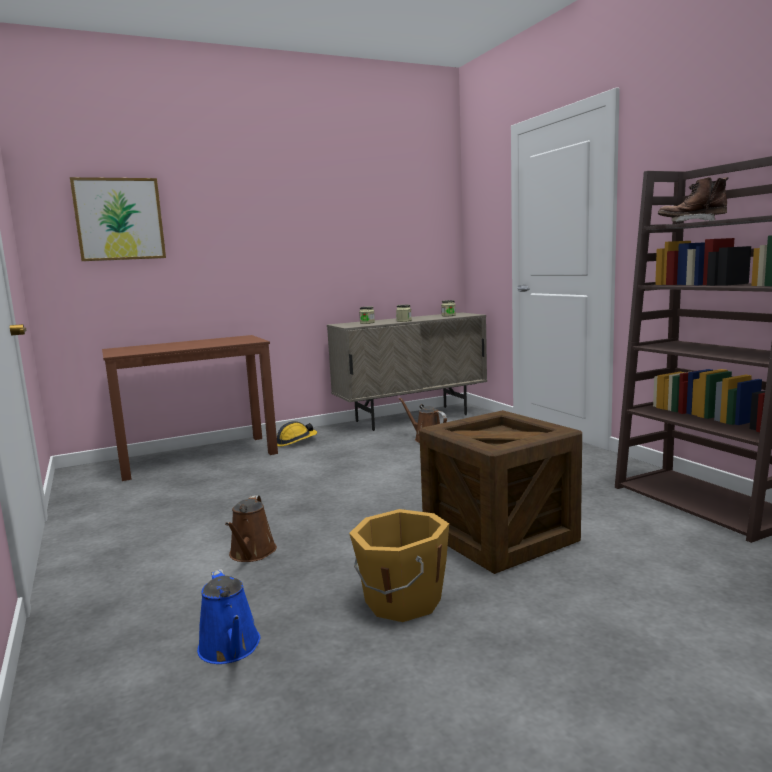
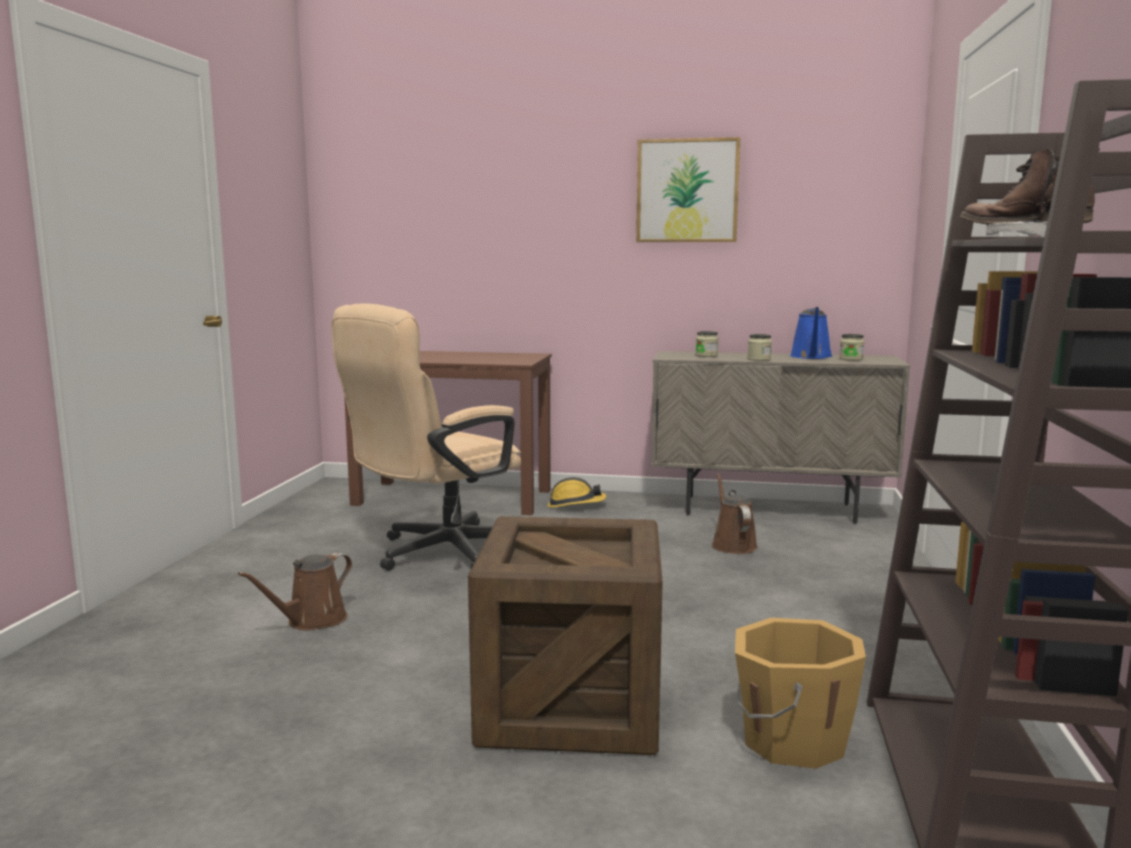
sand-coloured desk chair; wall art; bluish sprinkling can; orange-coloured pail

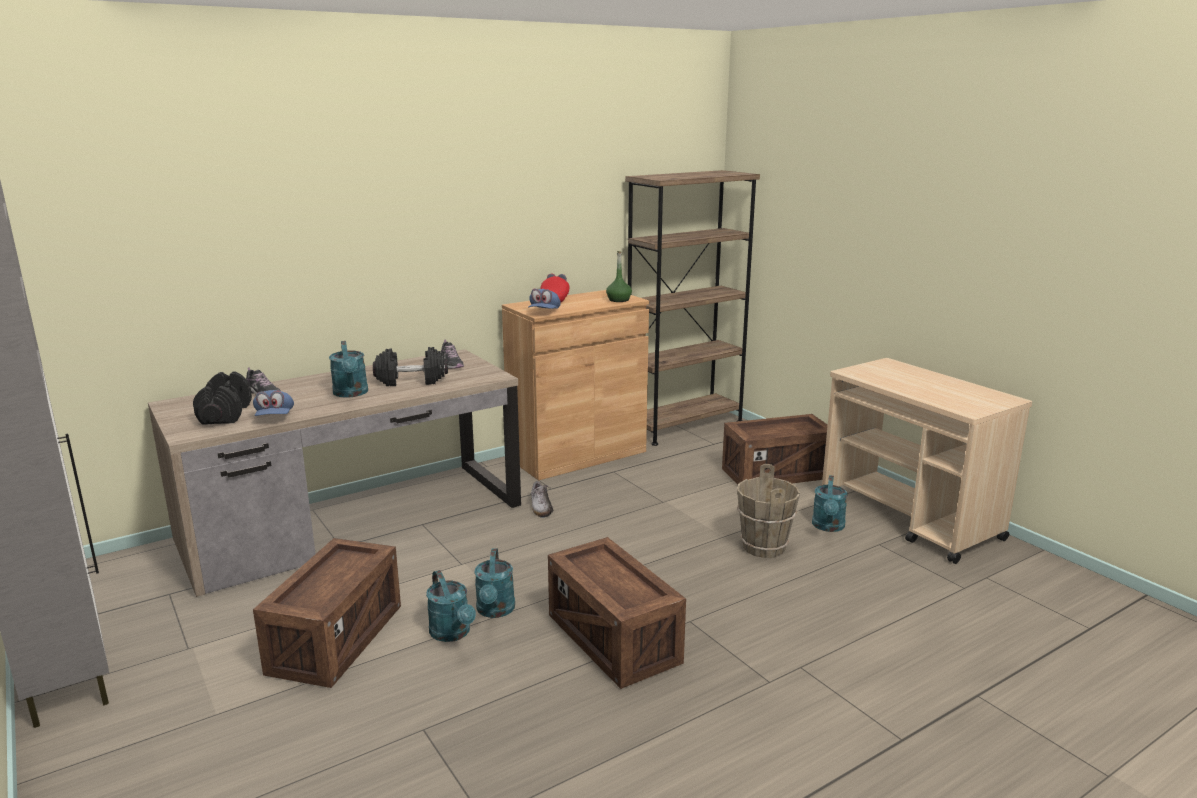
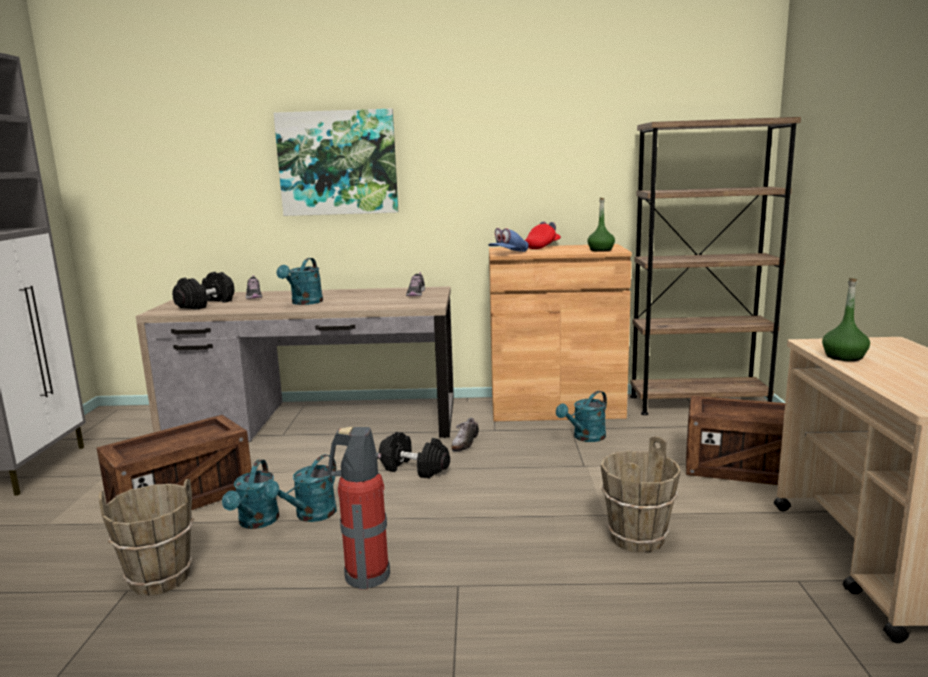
bluish baseball cap (no. 1 from left in the first image); brown pail (no. 1 from left); wall art; green bottle (no. 2 from left); black-coloured hand weight (no. 2 from left); blue-green sprinkling can (no. 4 from left); fire extinguisher

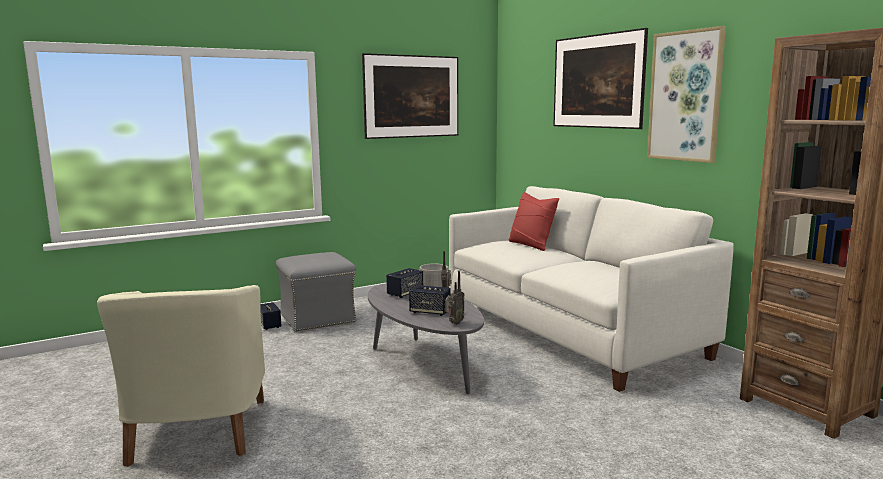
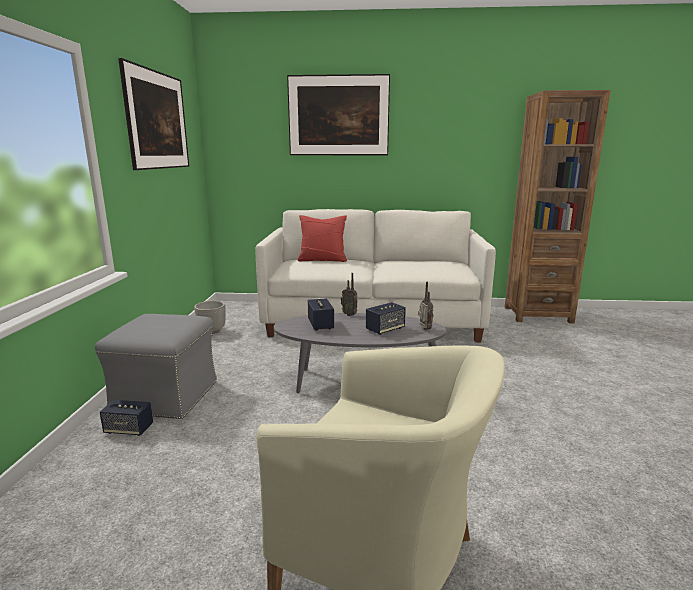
wall art (no. 3 from left in the first image)

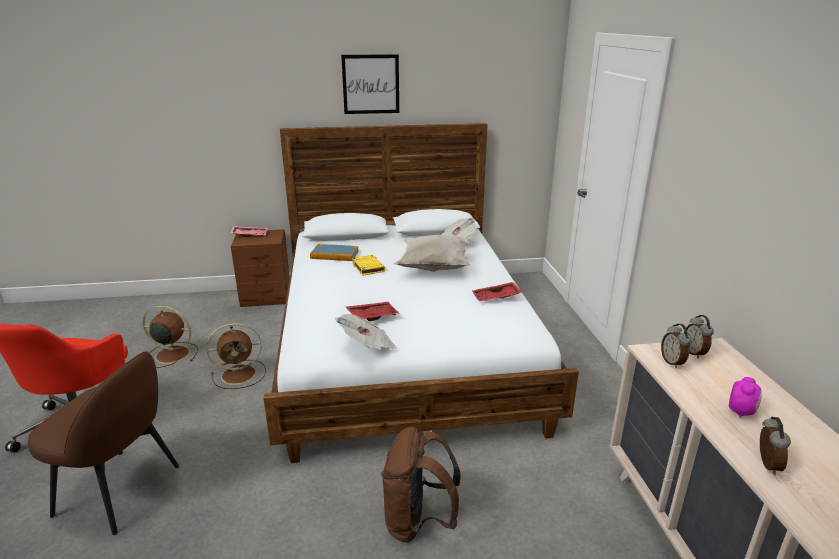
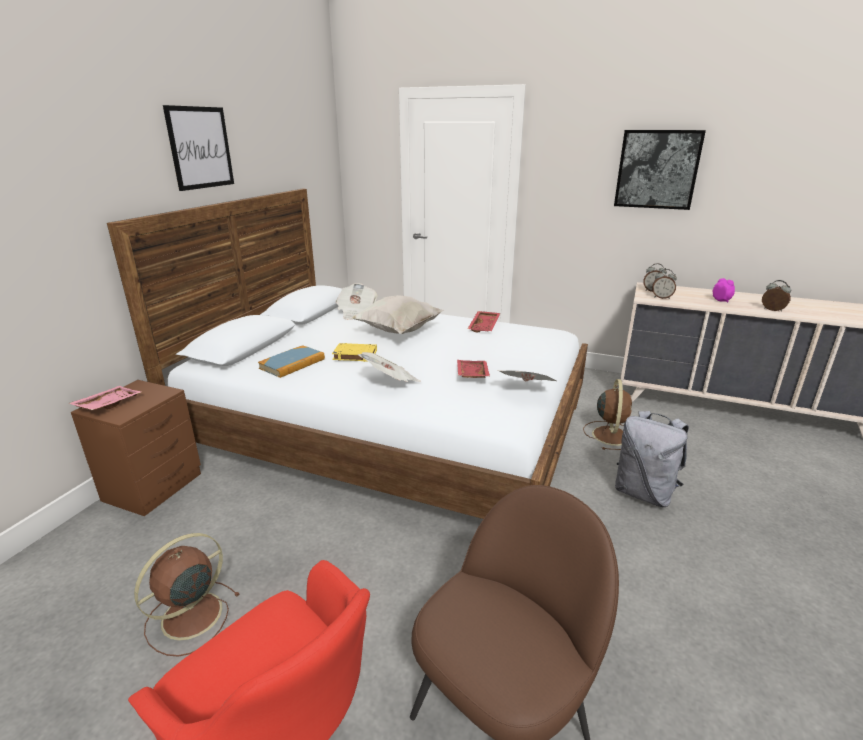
daily paper (no. 2 from left); wall art (no. 2 from left); brown cooling fan (no. 2 from left); gray backpack

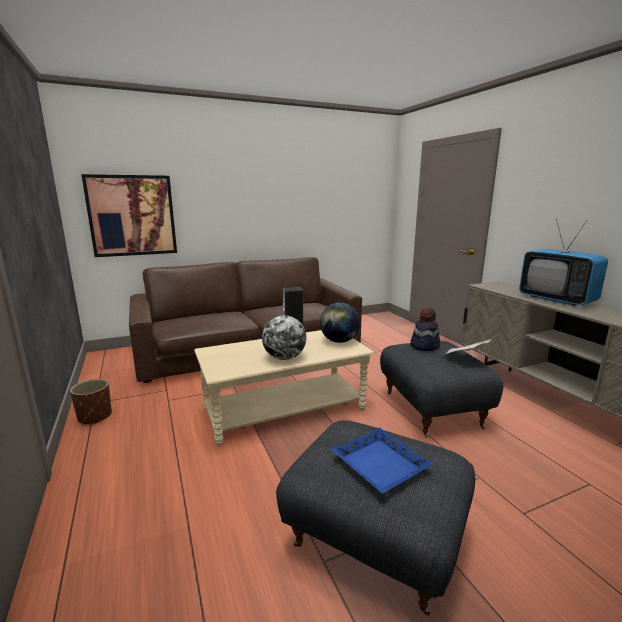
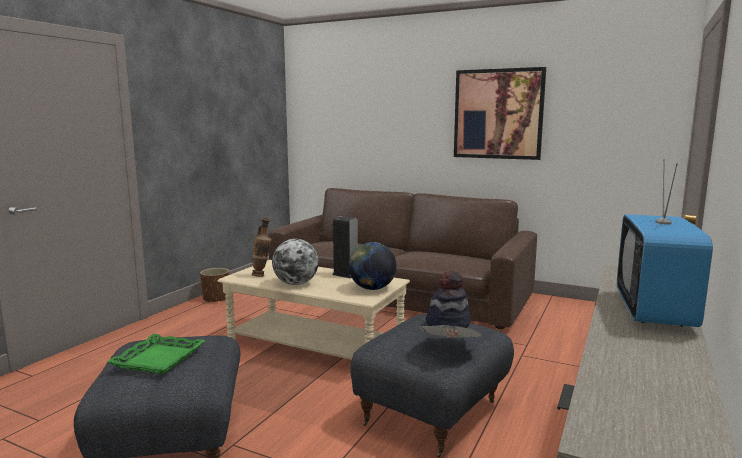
vase; wall art; green carrying tray

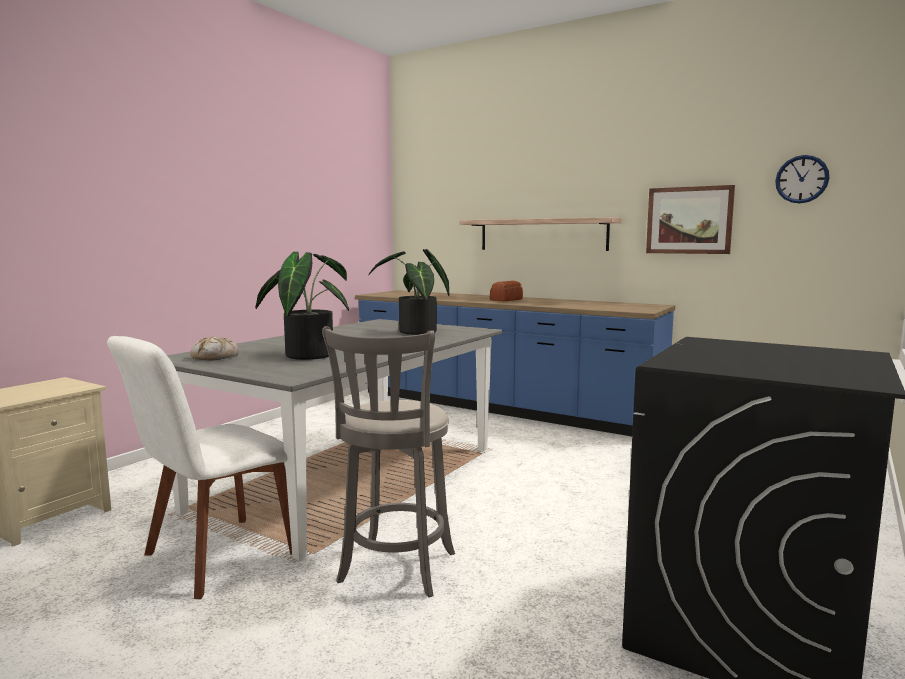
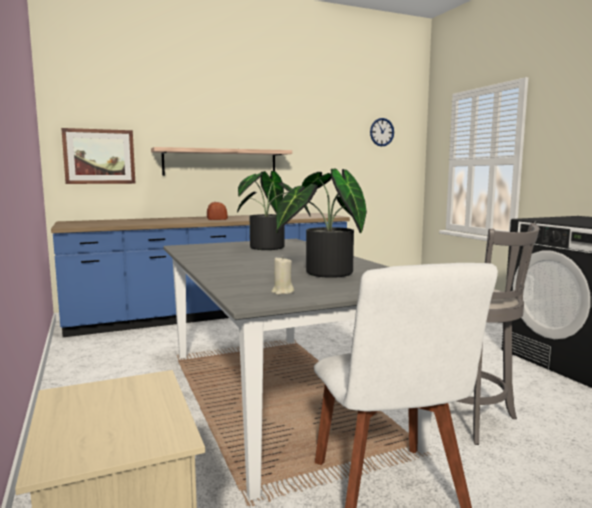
wall art; sand-coloured wax light

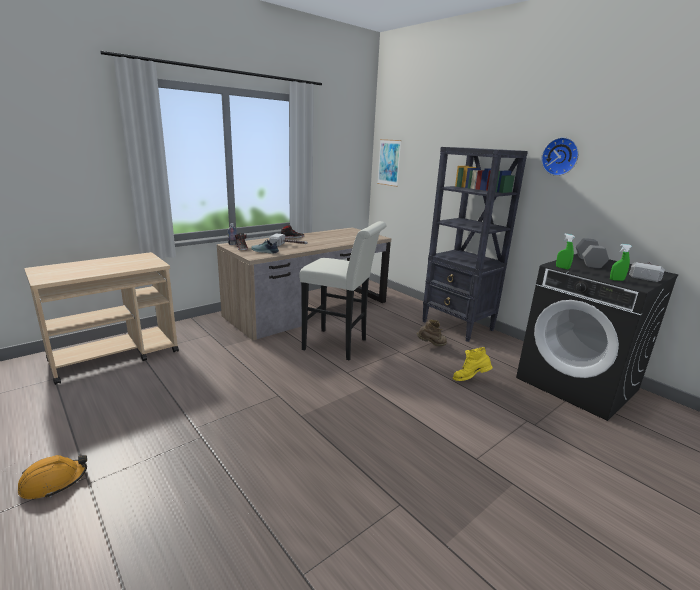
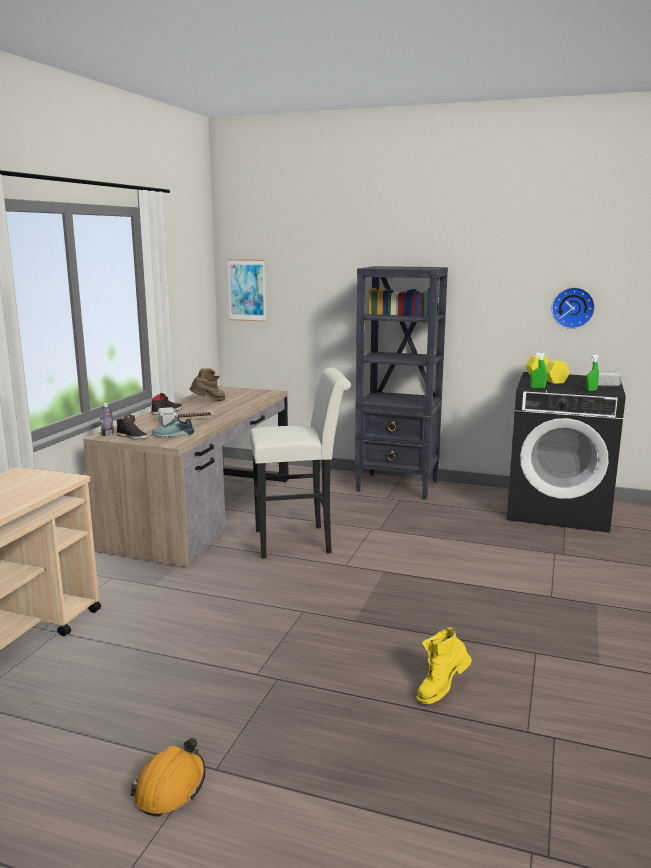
brown high-top boot; yellow high-top boot; hanging clock; yellow hand weight

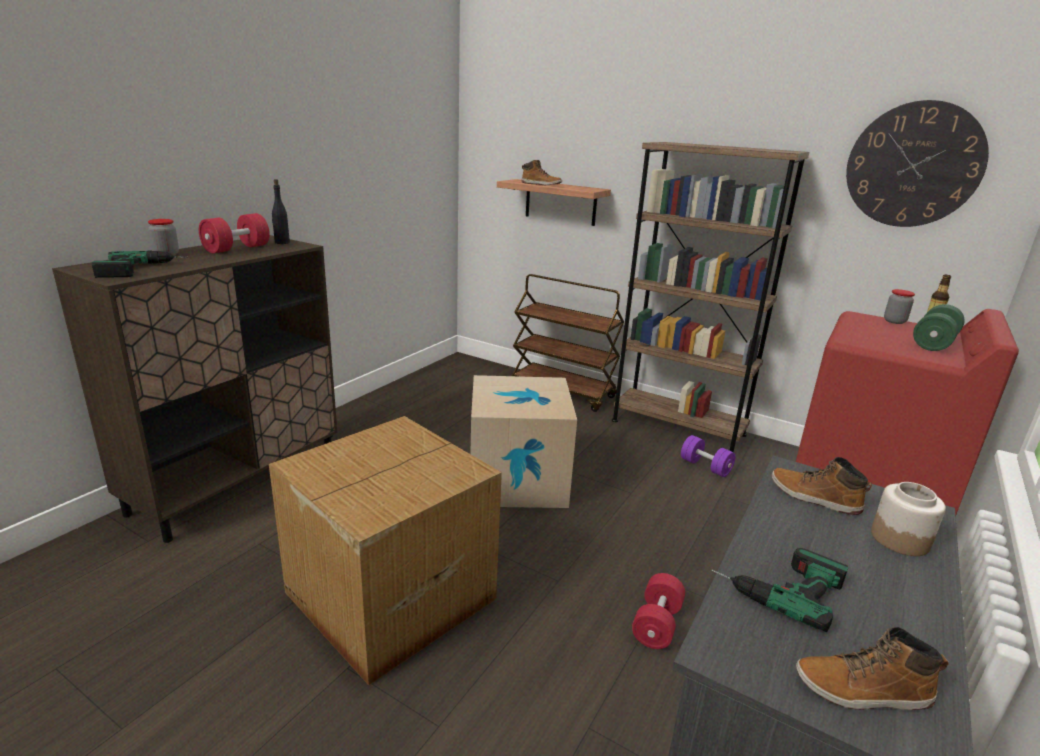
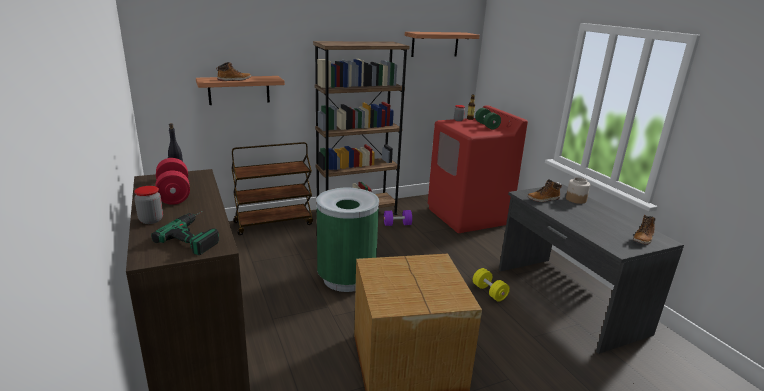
electric drill (no. 2 from left in the first image); green waste bin; shelf (no. 2 from left); yellow hand weight

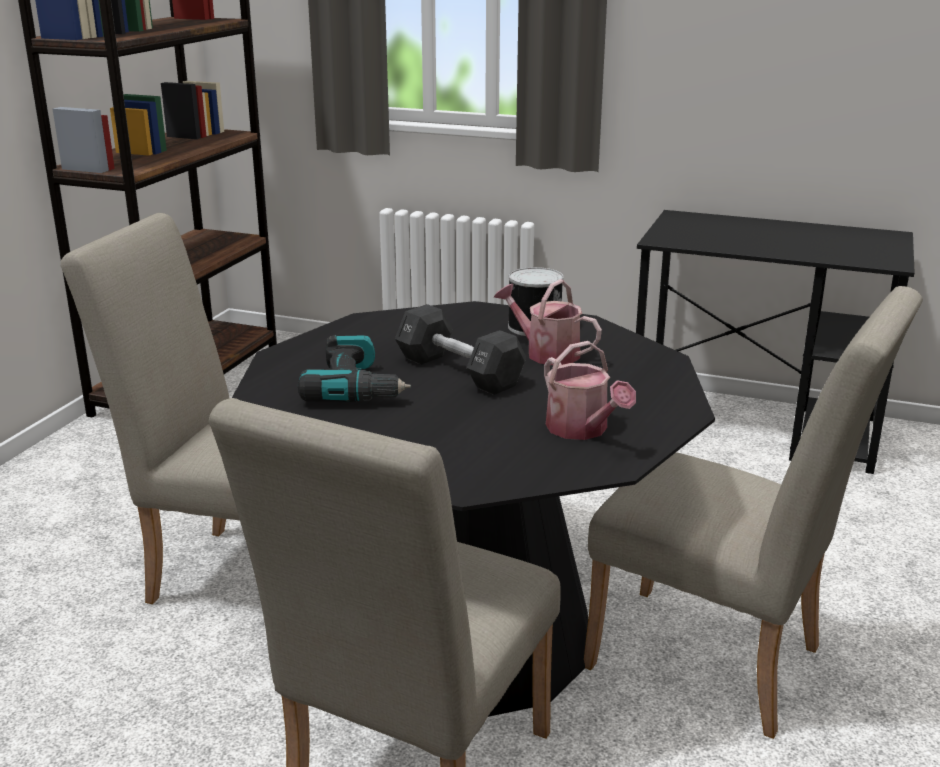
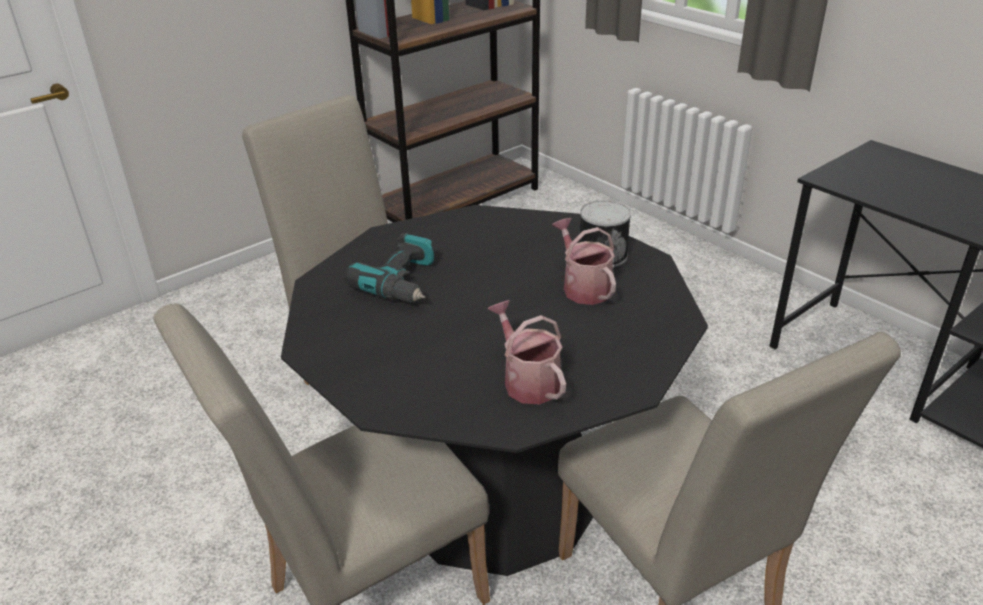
black-coloured hand weight; sprinkling can (no. 1 from left)

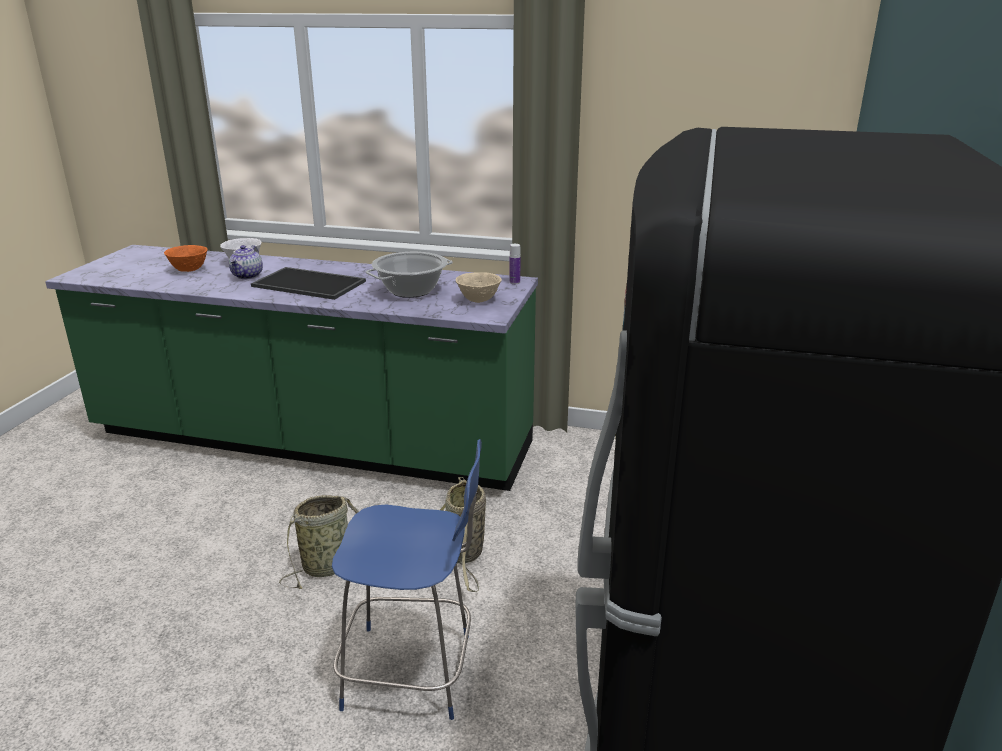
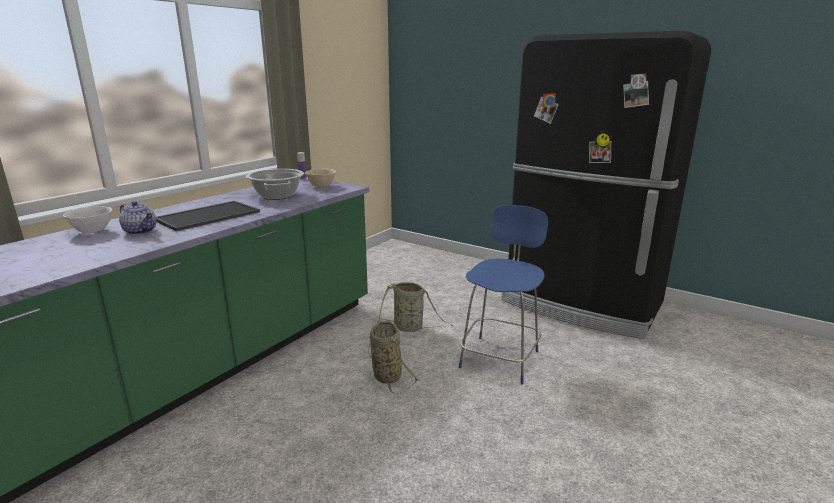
orange-coloured serving bowl

